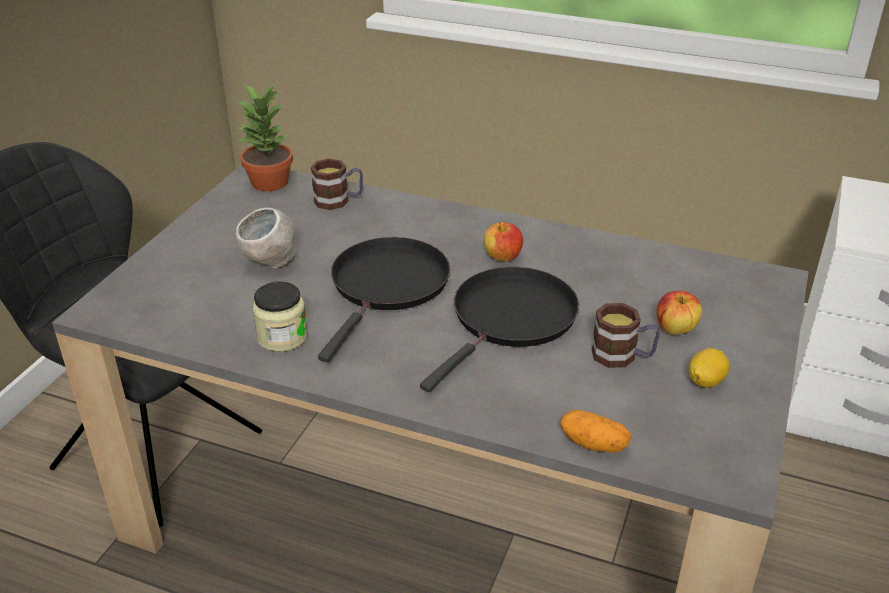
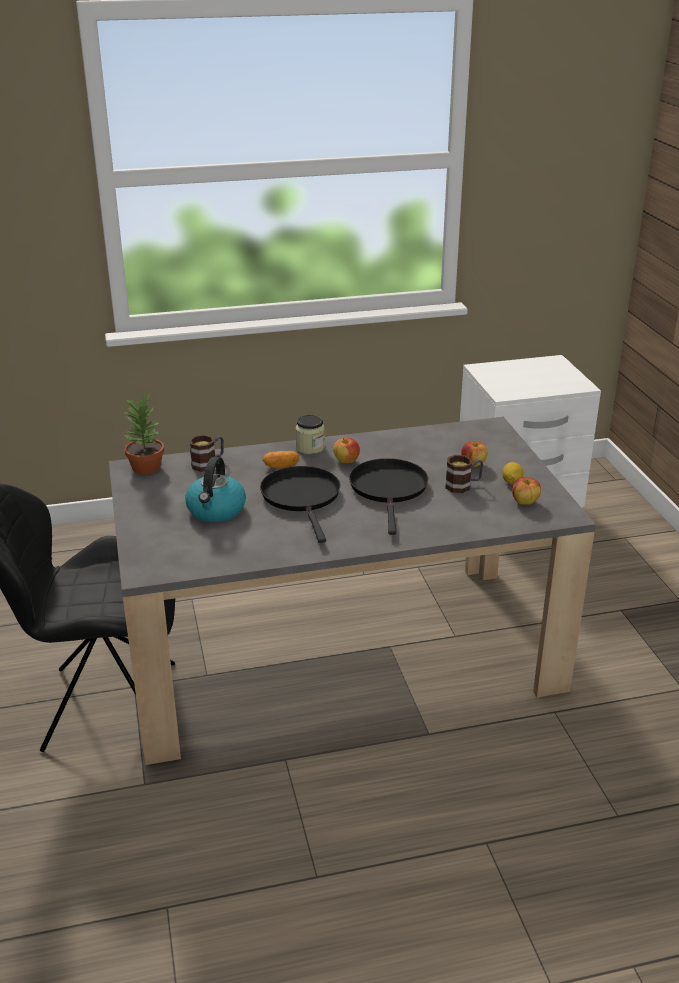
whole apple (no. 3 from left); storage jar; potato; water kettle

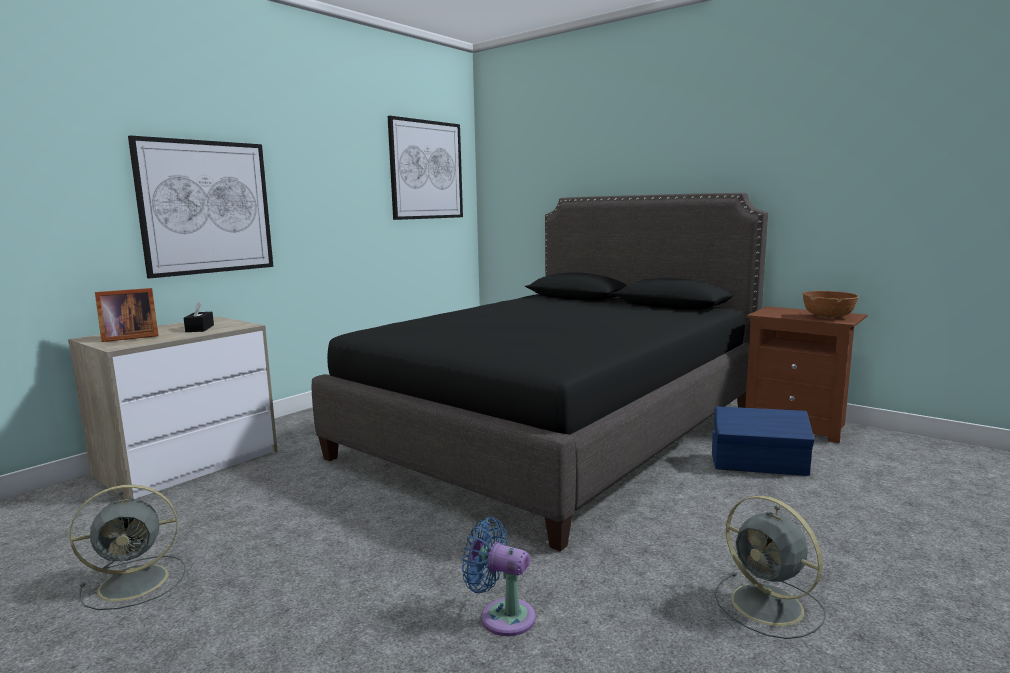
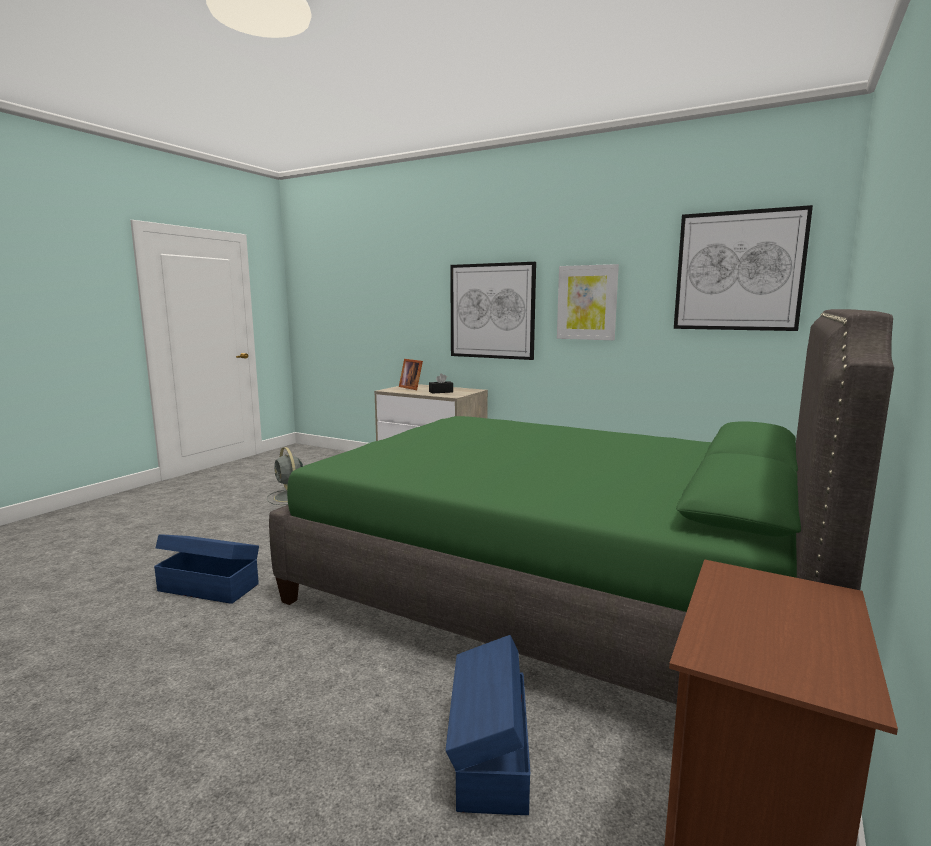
gray cooling fan (no. 2 from left in the first image); brown serving bowl; wall art (no. 2 from left); bluish storage bin (no. 1 from left); green bed

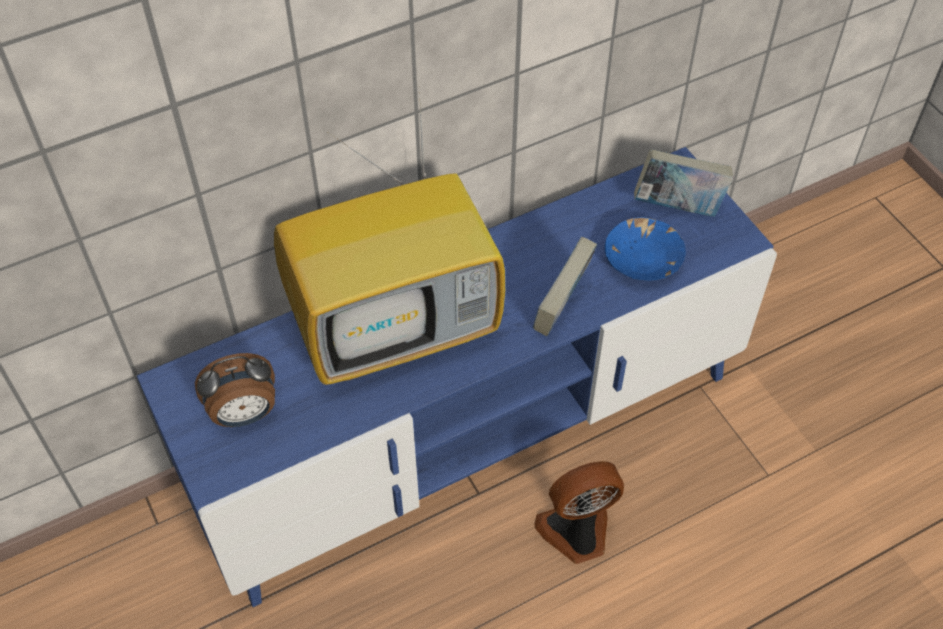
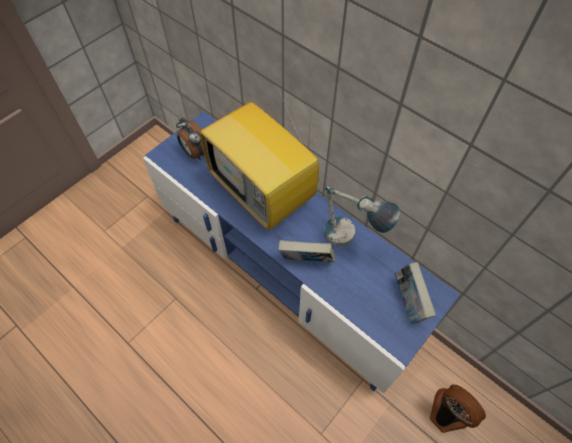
bluish serving bowl; lamp for a table; cooling fan

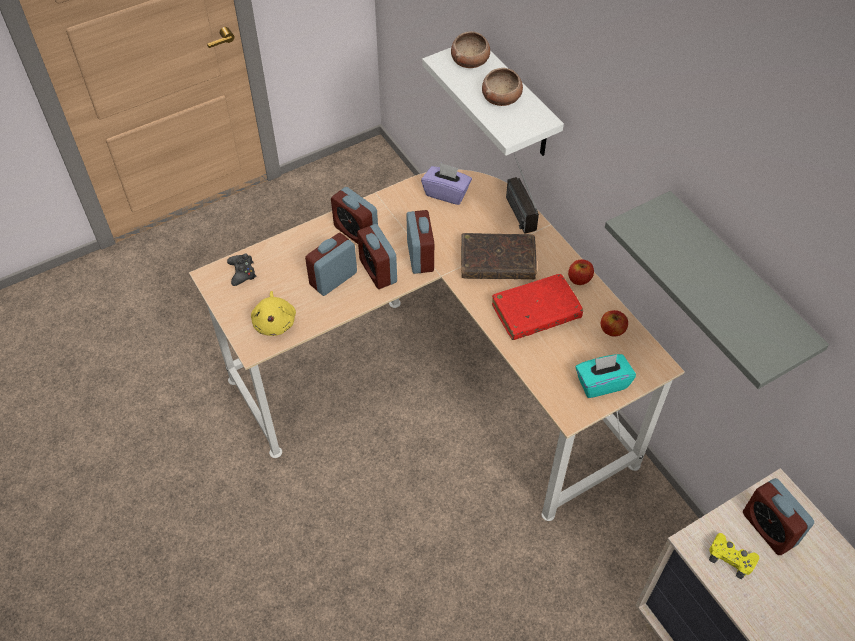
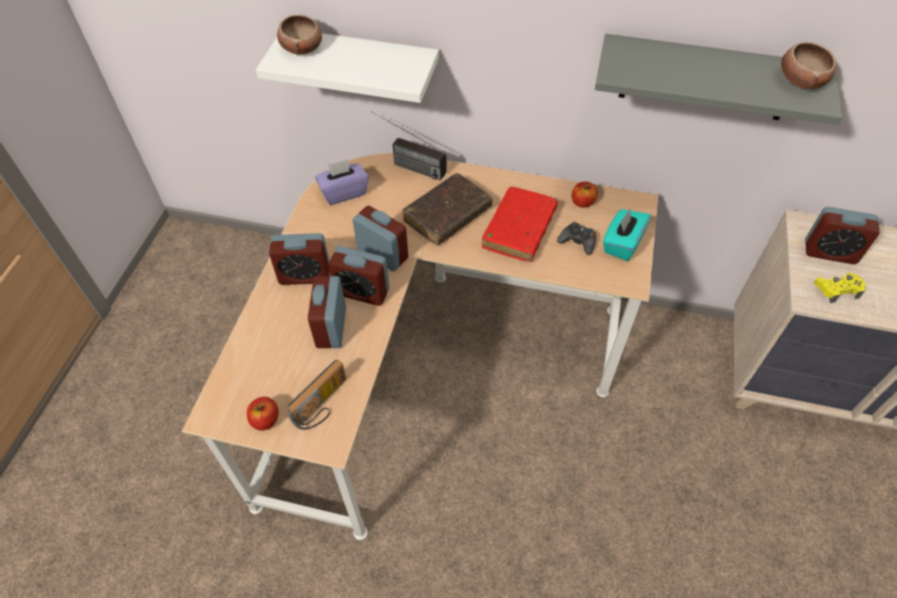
black-coloured game controller; serving bowl (no. 2 from left); whole apple (no. 1 from left); radio (no. 1 from left)

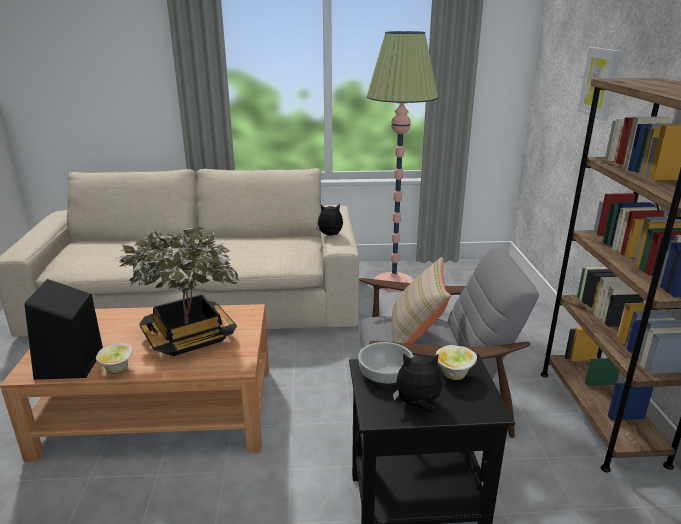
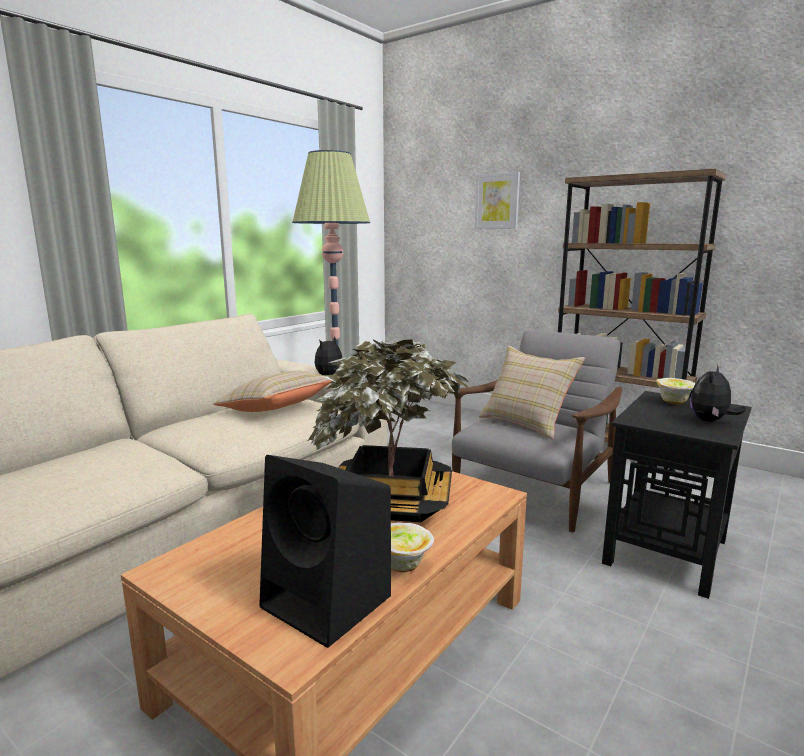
serving bowl (no. 2 from left in the first image); sand-coloured cushion (no. 1 from left)

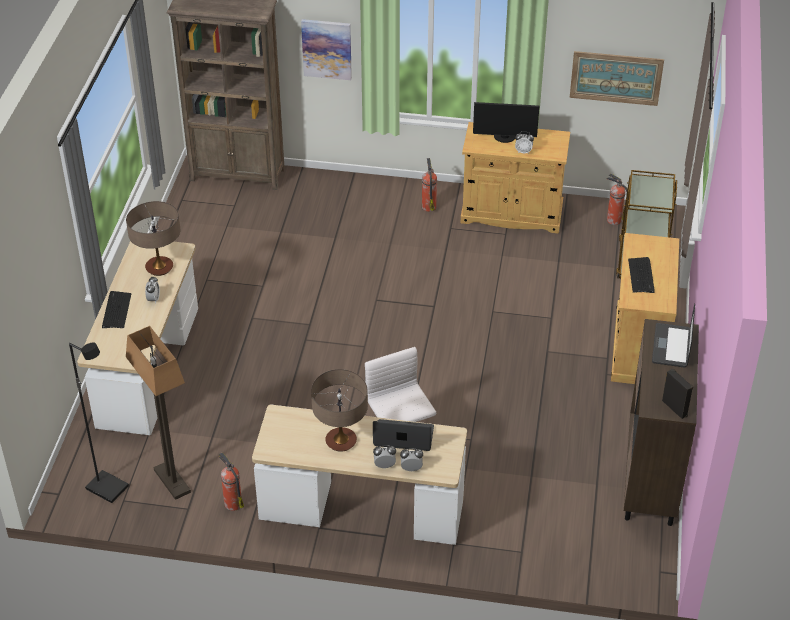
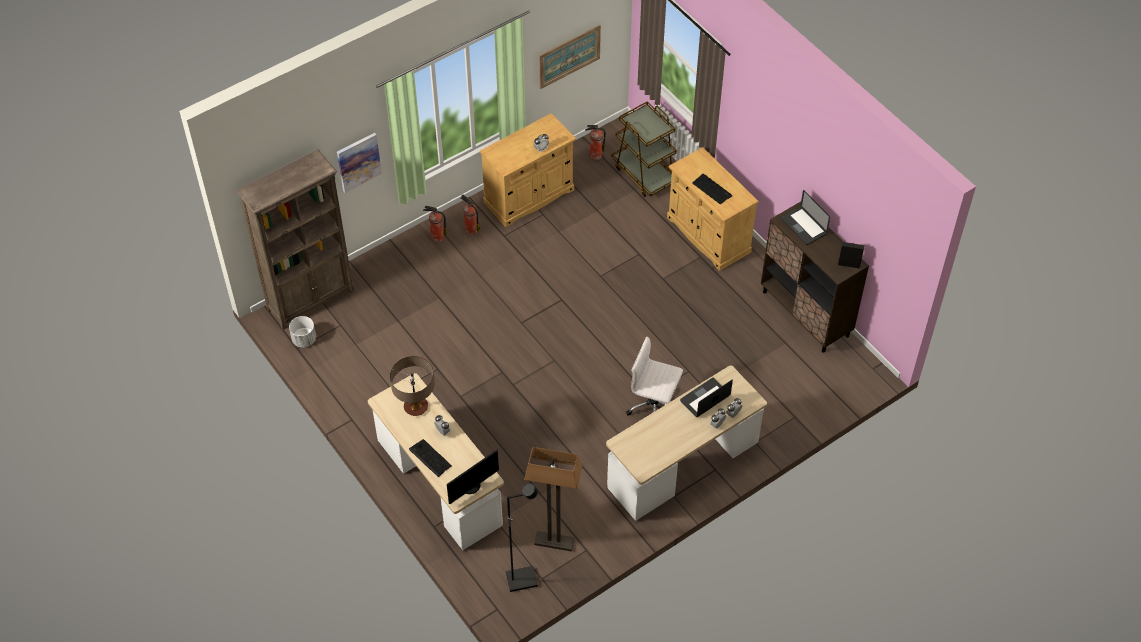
lamp for a table (no. 2 from left in the first image); white plant pot; fire extinguisher (no. 1 from left); computer screen

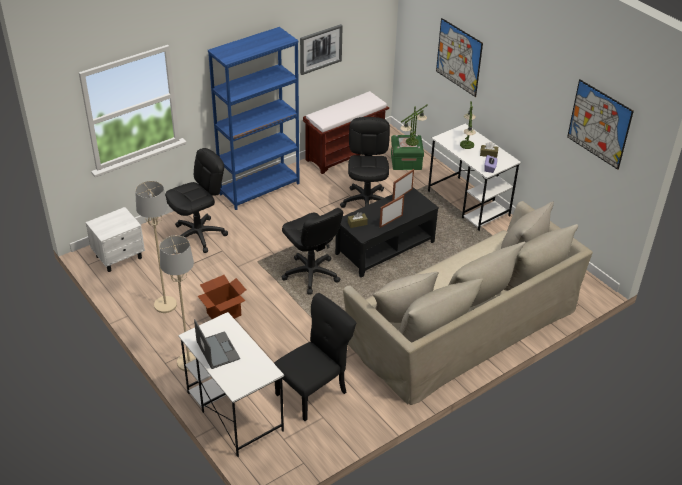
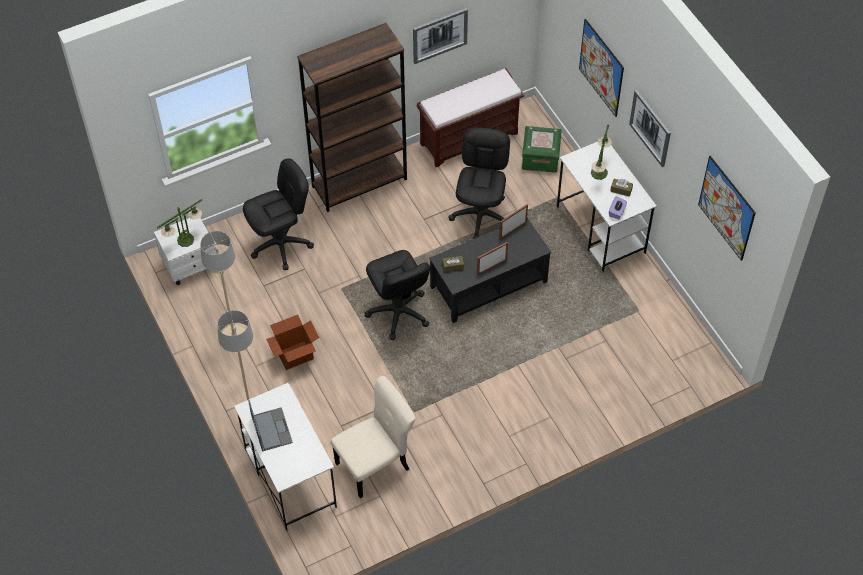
sand-coloured settee; wall art (no. 3 from left); lamp for a table (no. 1 from left); brown bookcase; sand-coloured chair

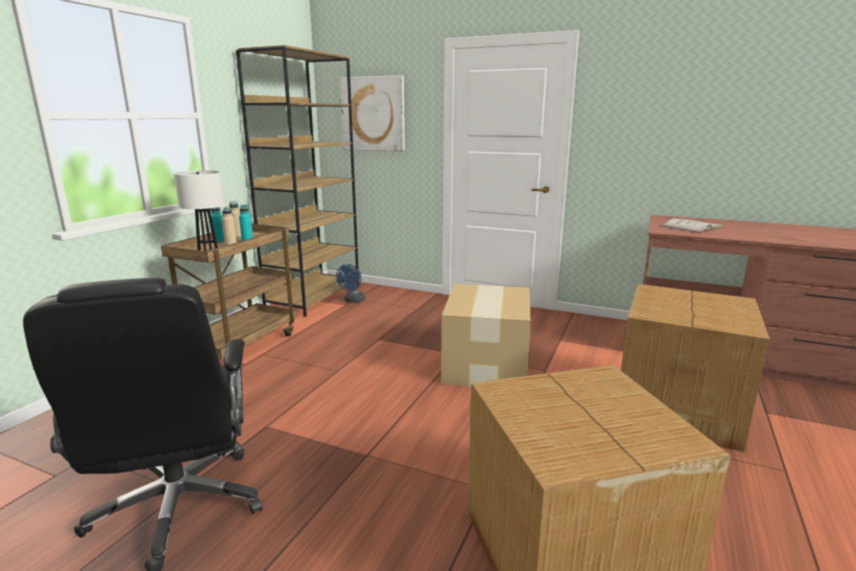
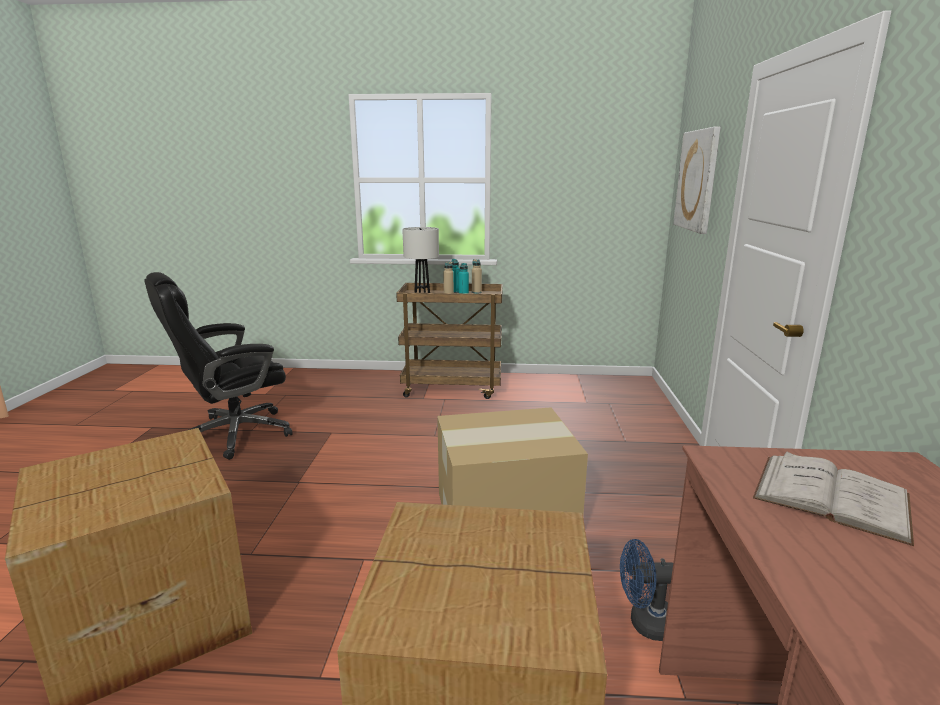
brown bookcase; bluish cooling fan

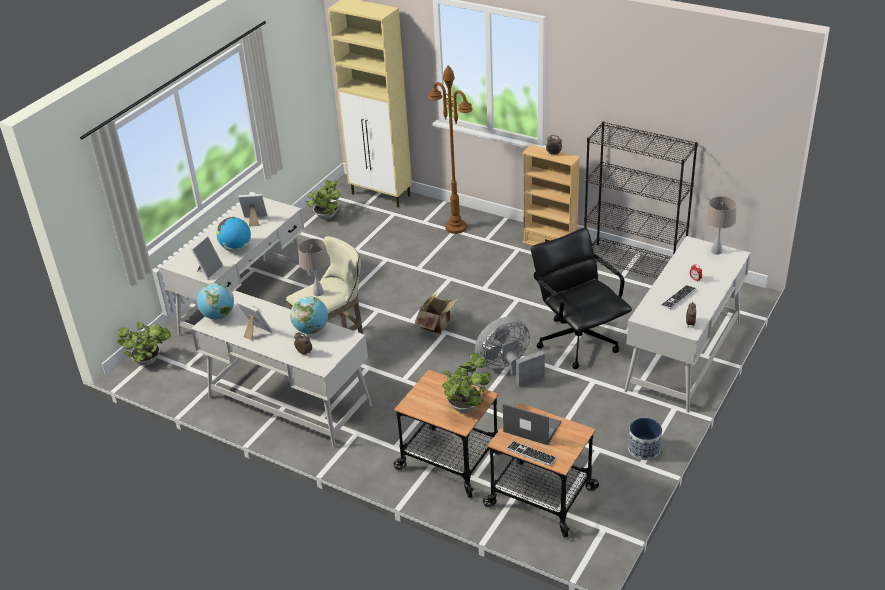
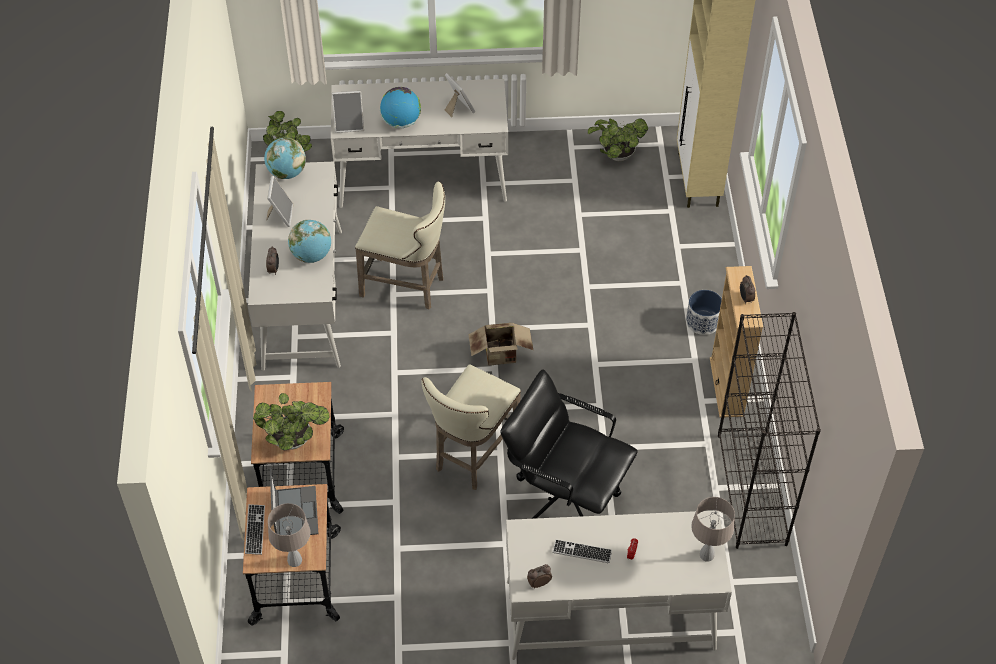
brown standing lamp; sand-coloured lamp for a table (no. 1 from left); plant pot; sand-coloured stool (no. 2 from left); black-coloured desk chair

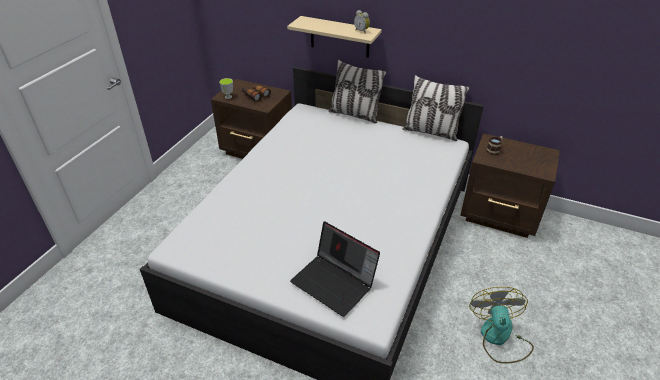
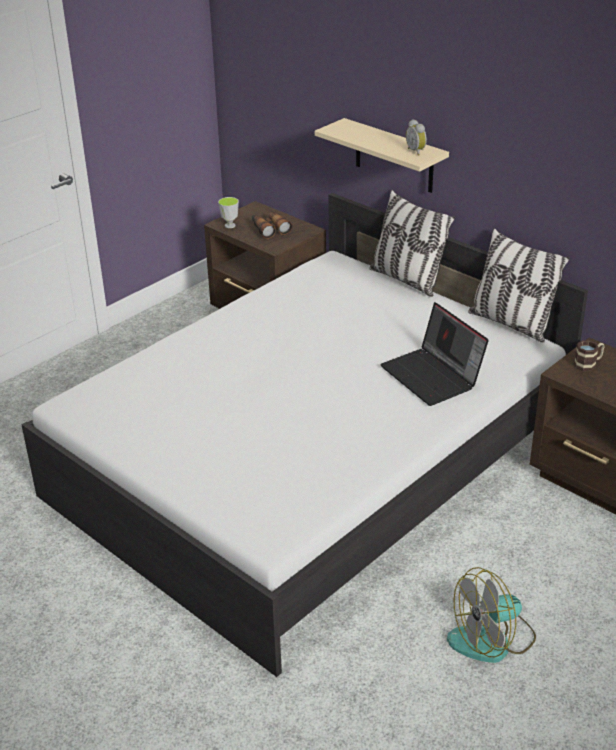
portable computer; cooling fan

